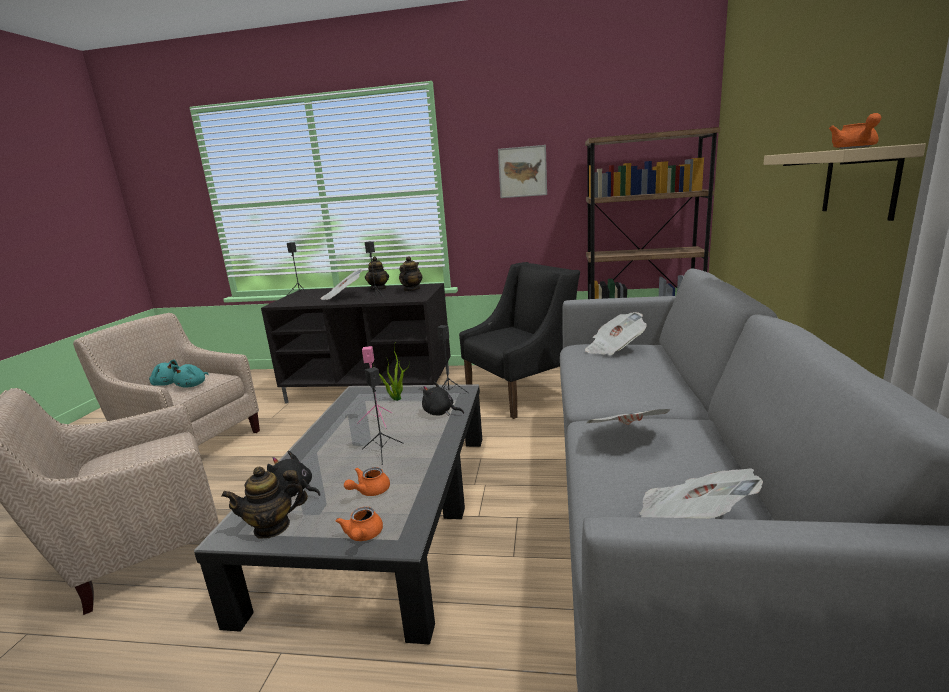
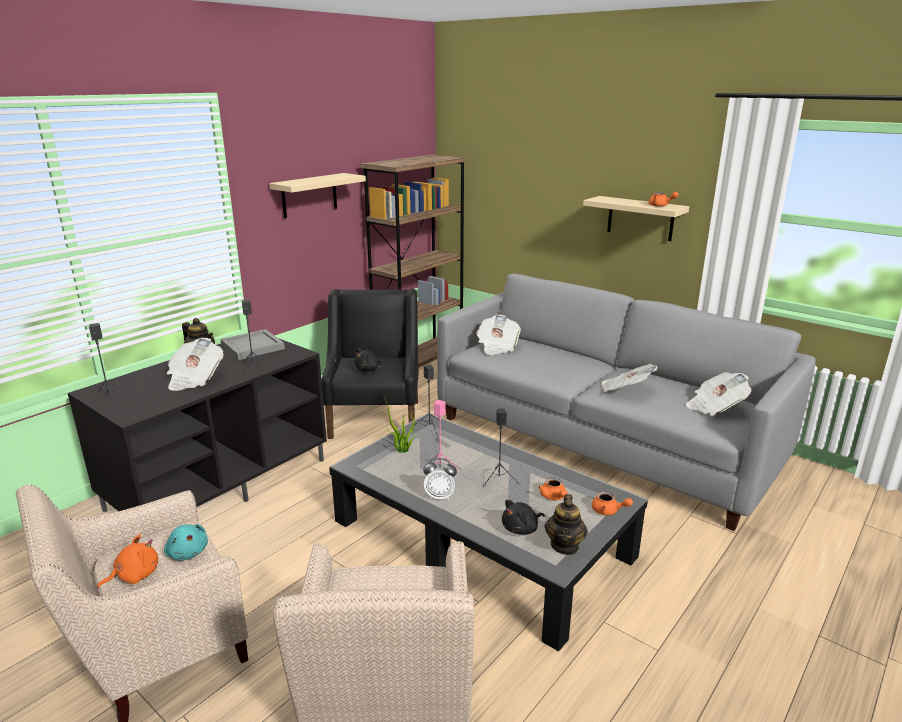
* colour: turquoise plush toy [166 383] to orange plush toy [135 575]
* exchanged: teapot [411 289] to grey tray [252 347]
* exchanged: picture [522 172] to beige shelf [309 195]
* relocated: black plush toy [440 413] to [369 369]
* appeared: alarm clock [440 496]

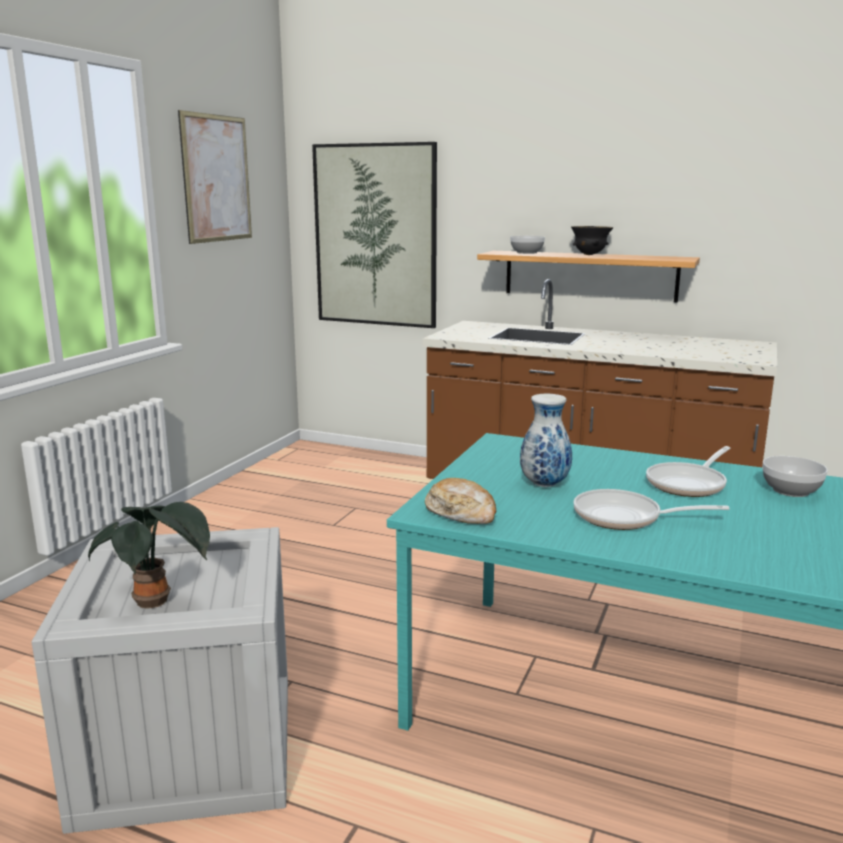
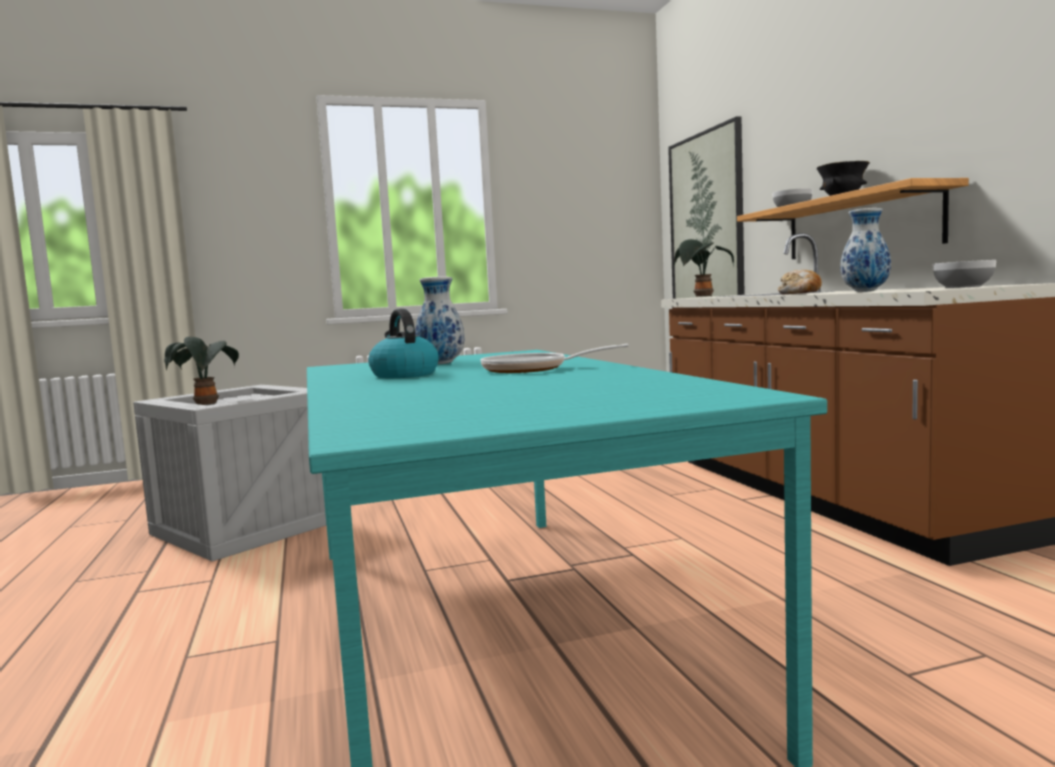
* exchanged: frying pan [625 517] to kettle [404 375]
* appeared: potted plant [702 297]
* relocated: bread [461 513] to [800 293]
* appeared: vase [865 291]
* relocated: bowl [790 491] to [962 287]
* missing: picture [217 178]

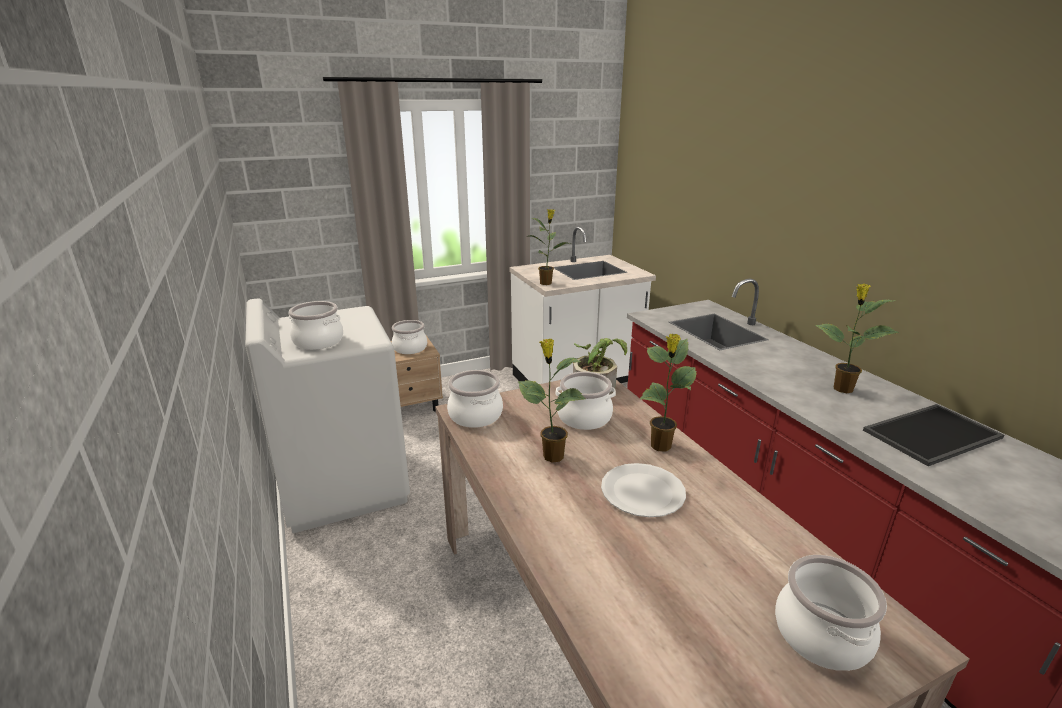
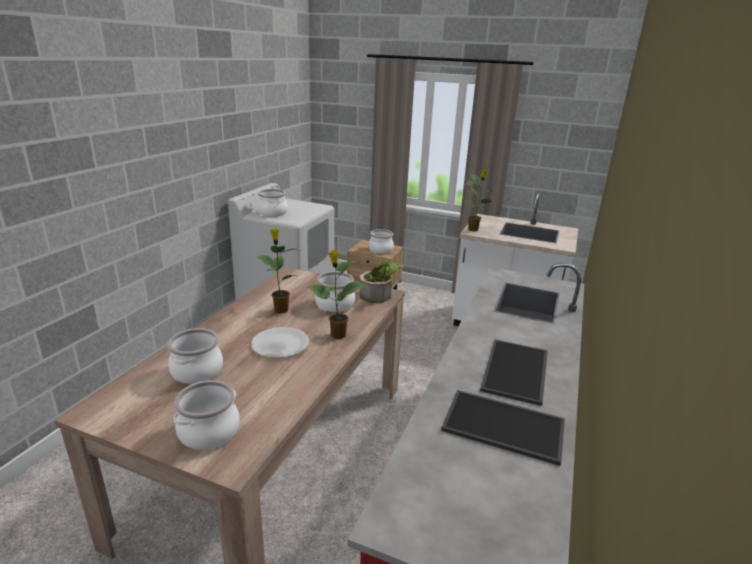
* relocated: cooking pot [476 415] to [197 371]
* exchanged: potted plant [841 389] to tray [517 371]

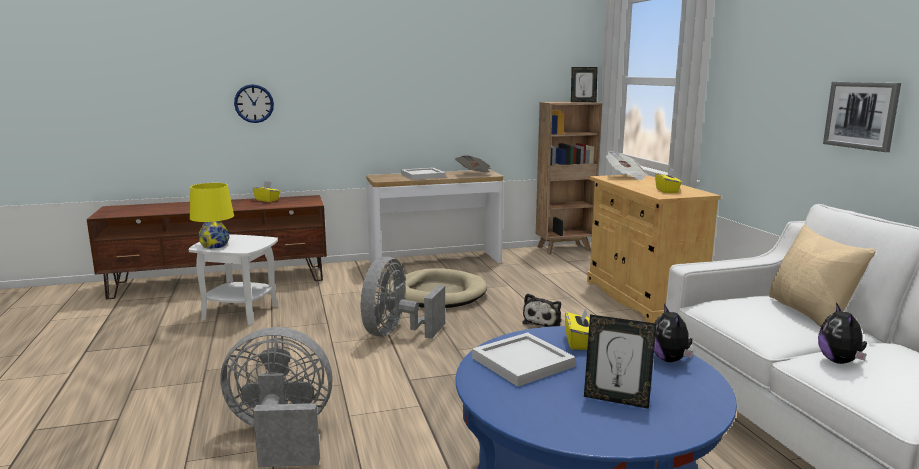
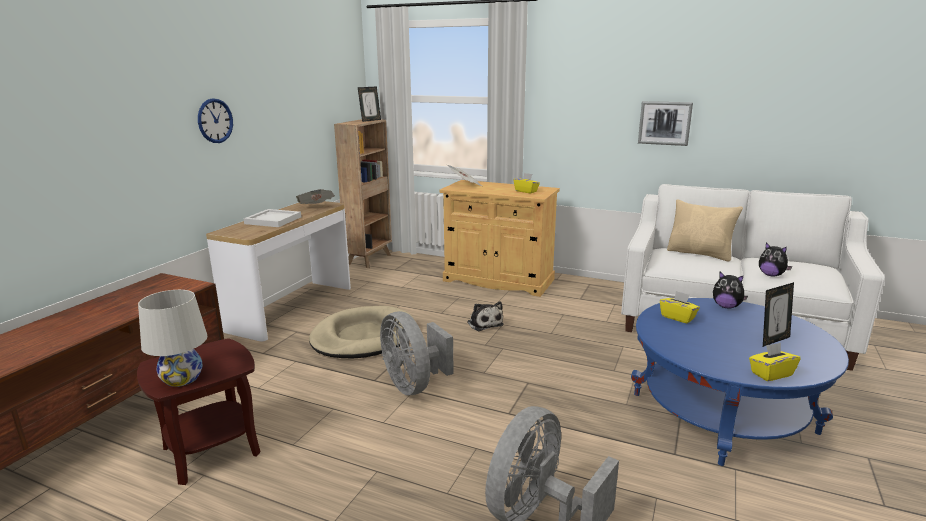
* colour: white side table [241 312] to brown side table [211 450]
* colour: yellow table lamp [214 245] to white table lamp [182 378]
* relocated: wall clock [254 103] to [215 121]
* relocated: yellow tissue box [267 200] to [771 374]
* missing: white tray [523 361]

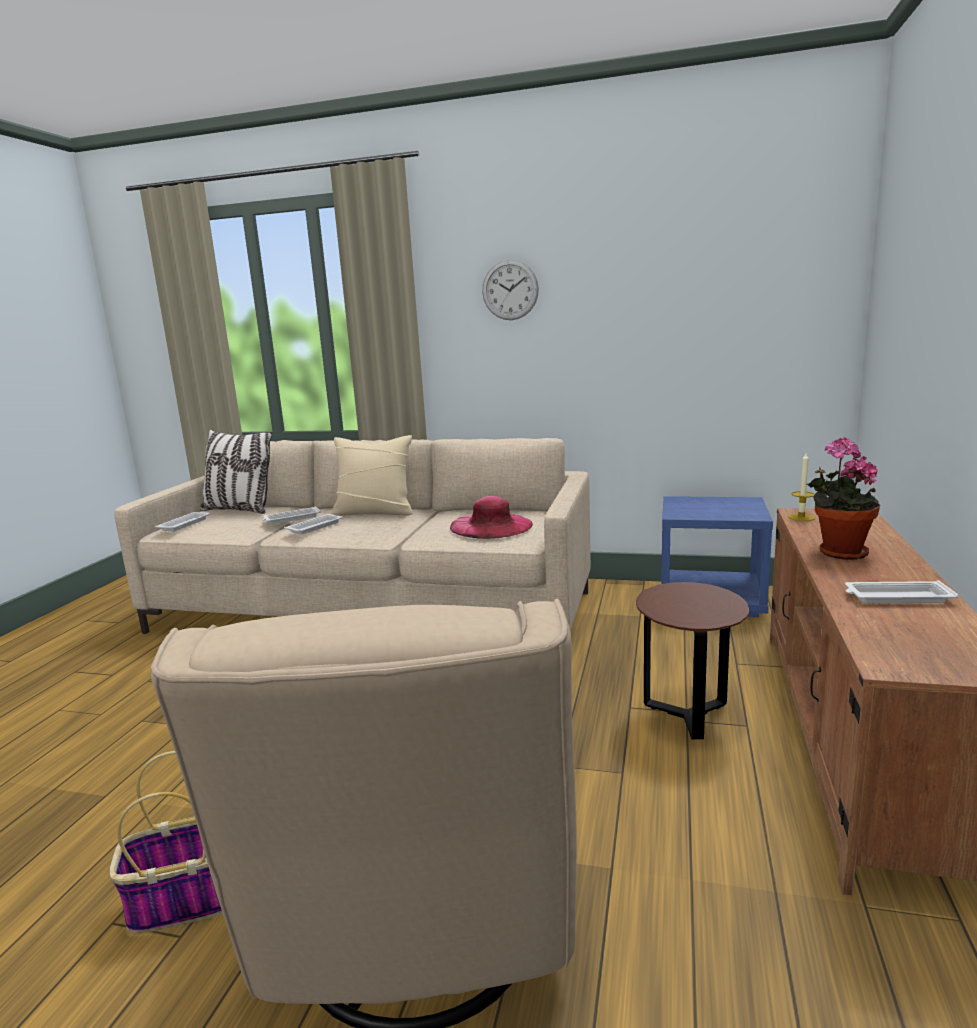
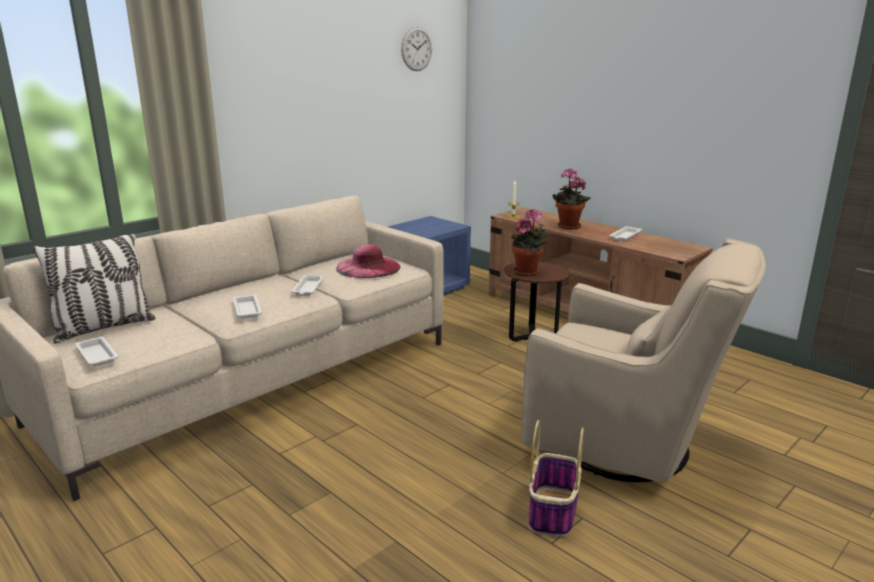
* relocated: white tray [291 519] to [308 288]
* relocated: wall clock [510 290] to [416 49]
* appeared: potted plant [528 272]
* missing: beige pillow [375 512]

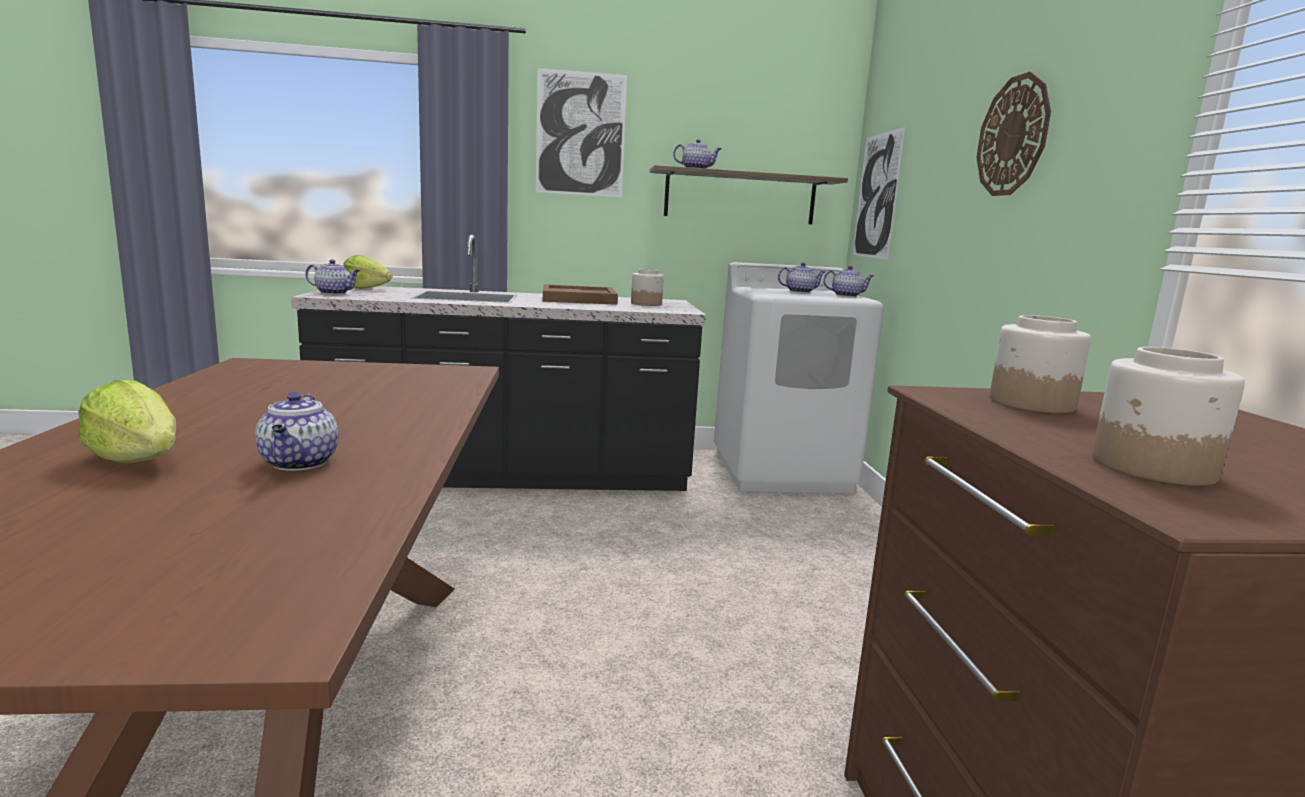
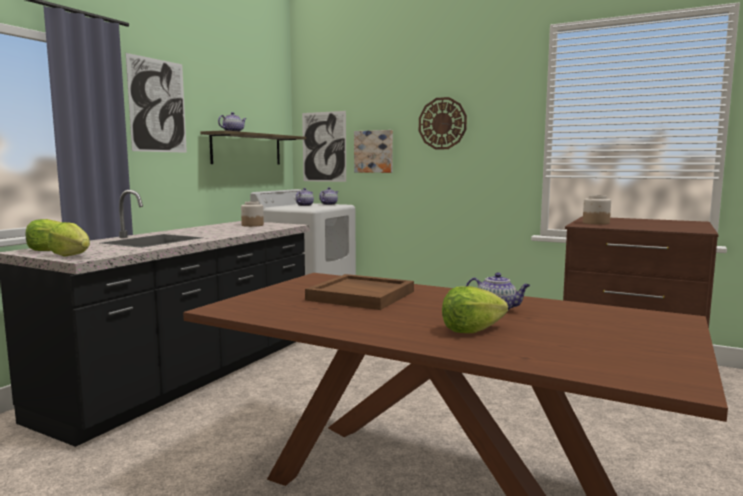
* exchanged: teapot [334 293] to lettuce [72 255]
* relocated: brown tray [579 299] to [362 295]
* appeared: picture [374 151]
* missing: jar [1153 468]

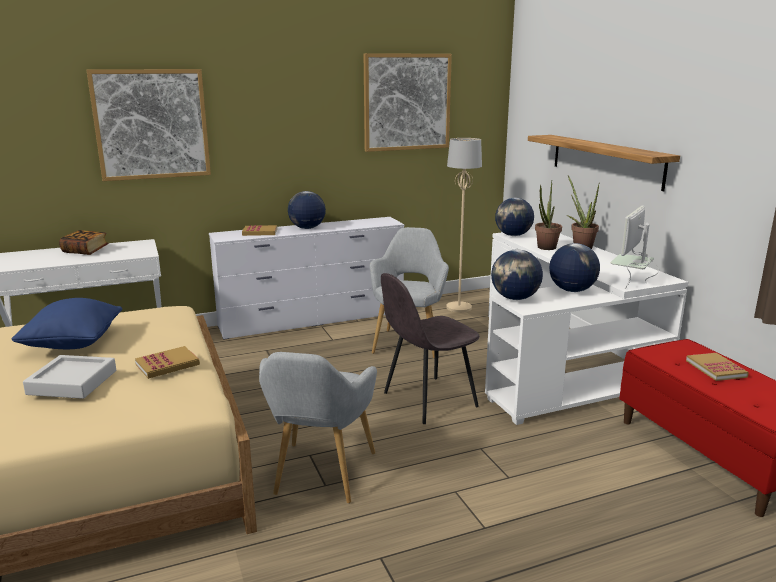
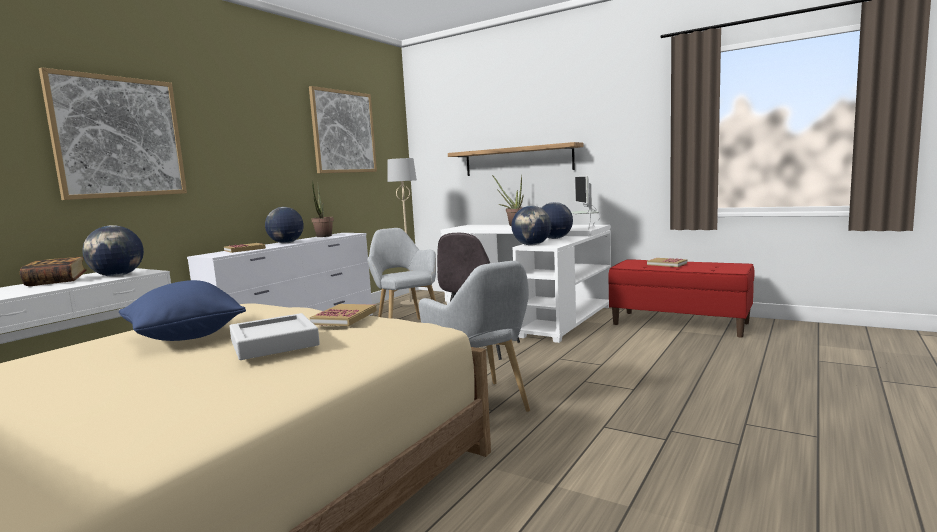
* relocated: globe [513 235] to [118 276]
* relocated: potted plant [545 248] to [323 236]

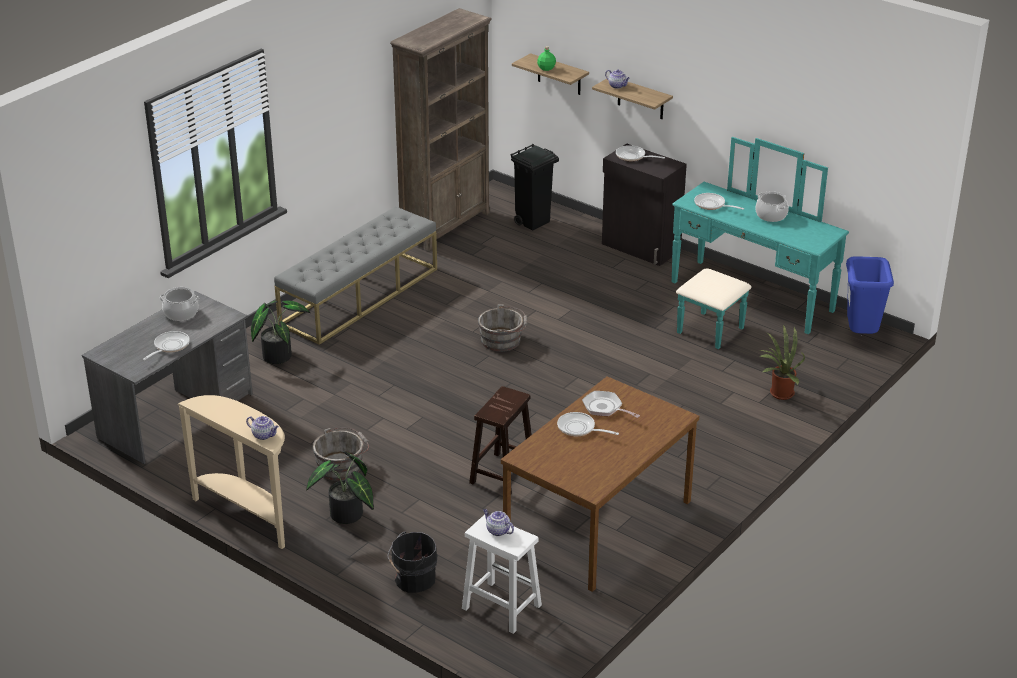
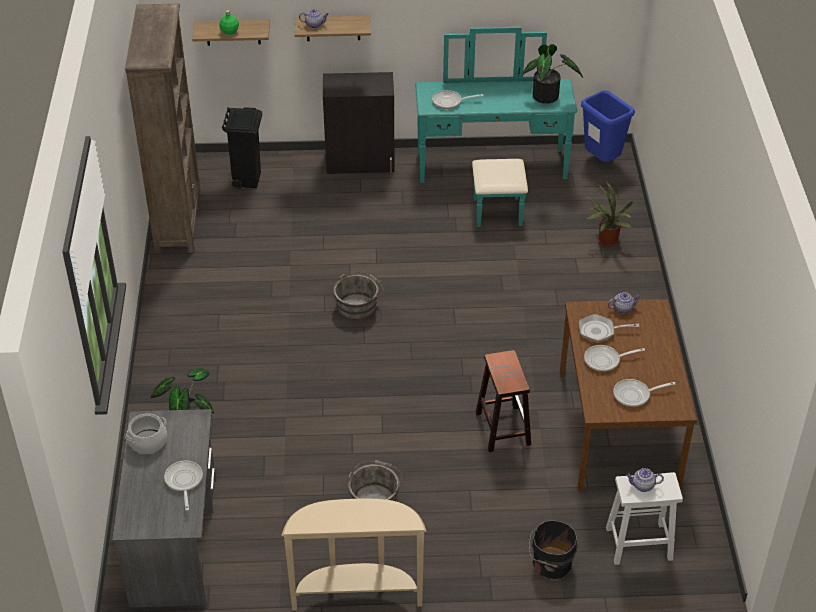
* relocated: potted plant [347 517] to [548 97]
* relocated: teapot [264 435] to [623 308]
* relocated: frying pan [633 157] to [634 395]
* missing: grey bench [359 296]
* missing: cooking pot [771 215]

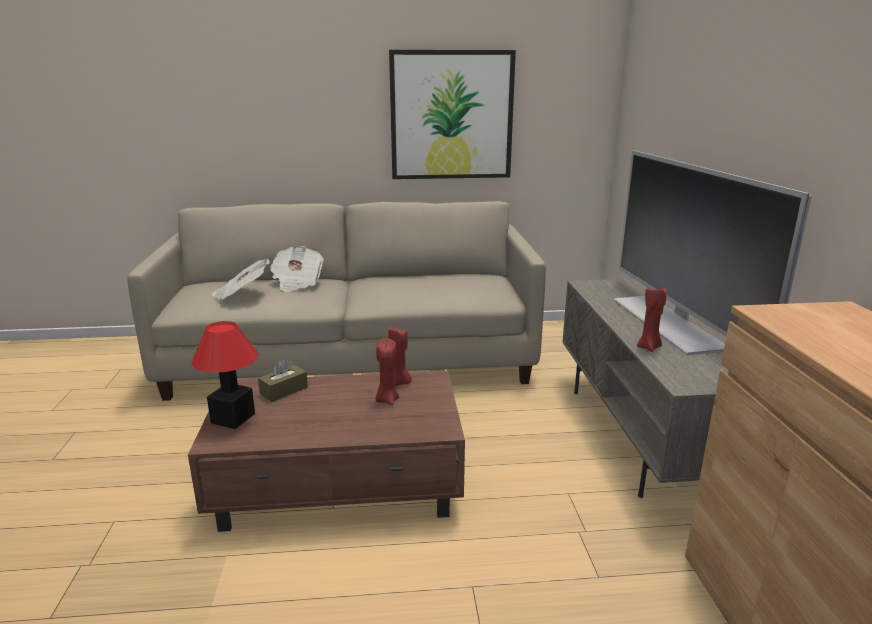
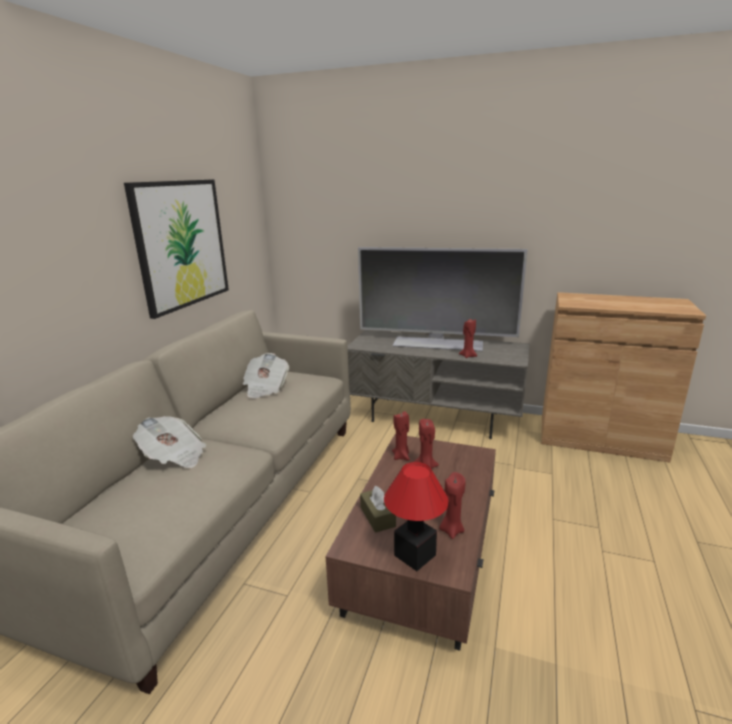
* relocated: newspaper [241 294] to [265 388]
* appeared: red candle [451 530]

